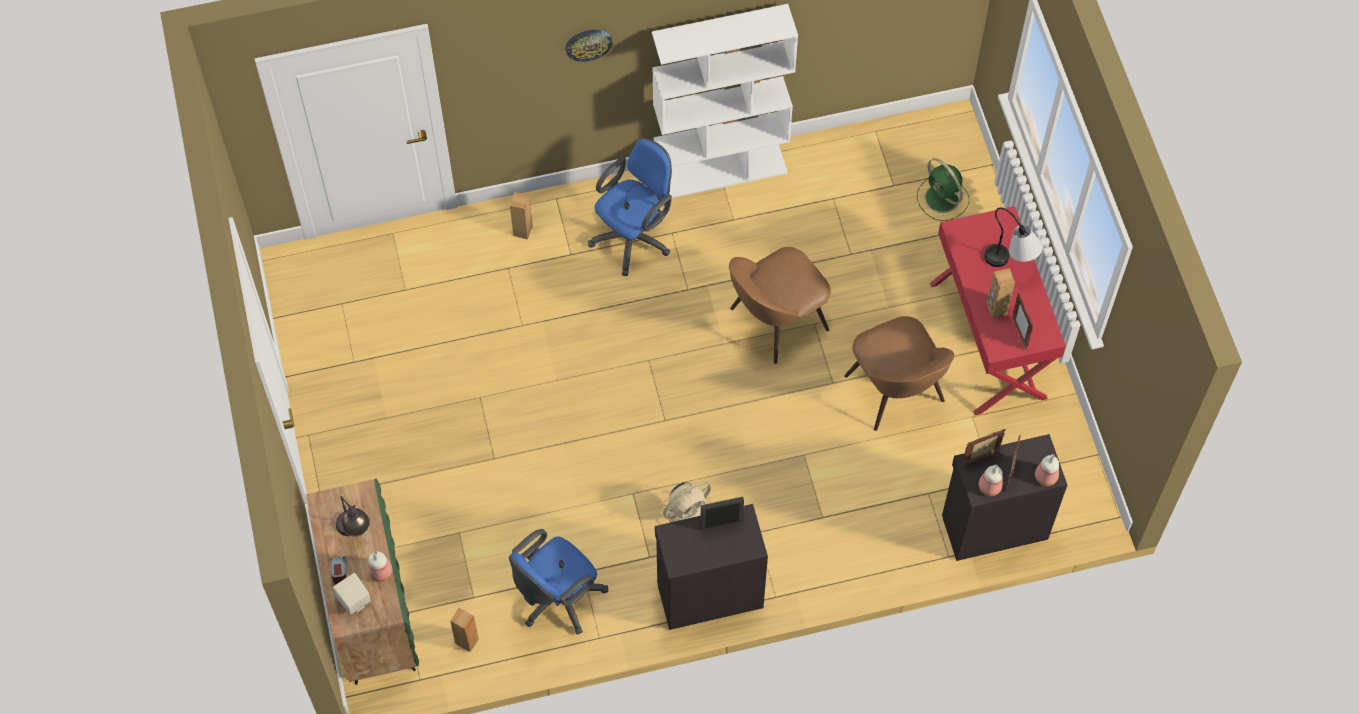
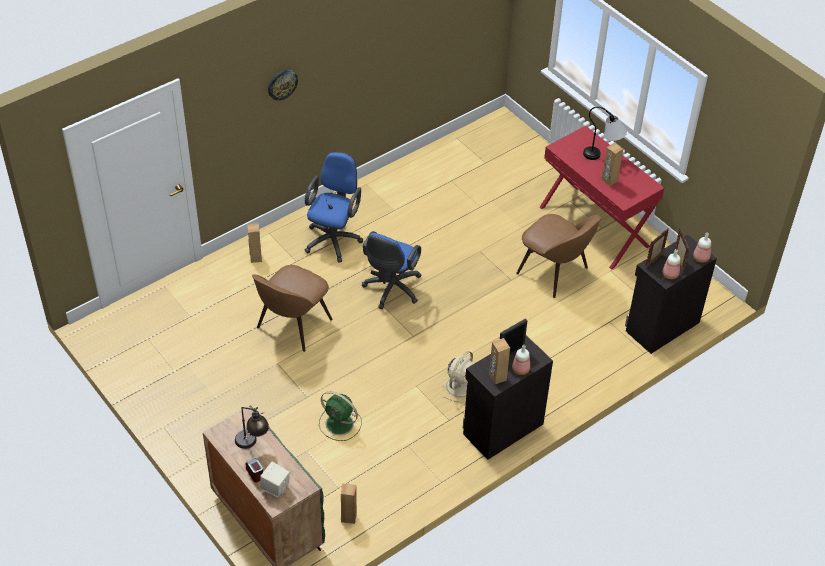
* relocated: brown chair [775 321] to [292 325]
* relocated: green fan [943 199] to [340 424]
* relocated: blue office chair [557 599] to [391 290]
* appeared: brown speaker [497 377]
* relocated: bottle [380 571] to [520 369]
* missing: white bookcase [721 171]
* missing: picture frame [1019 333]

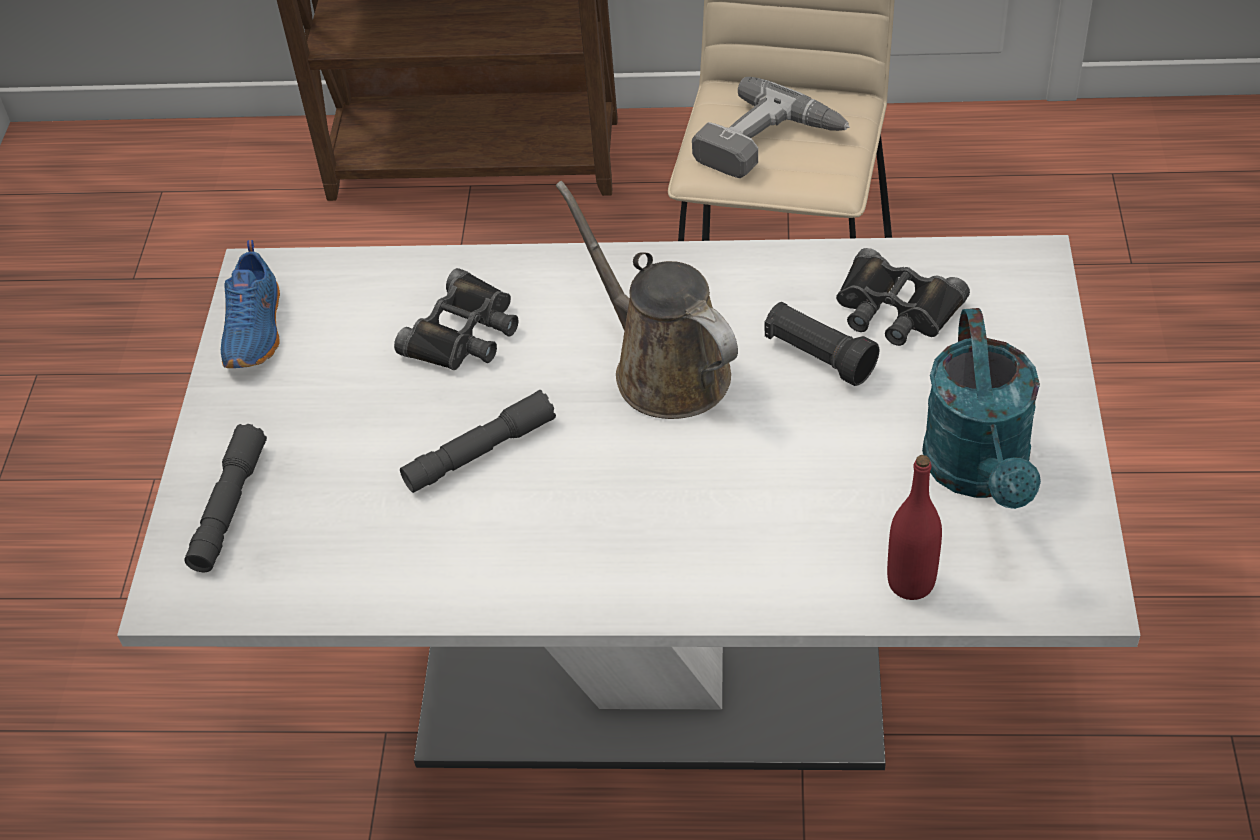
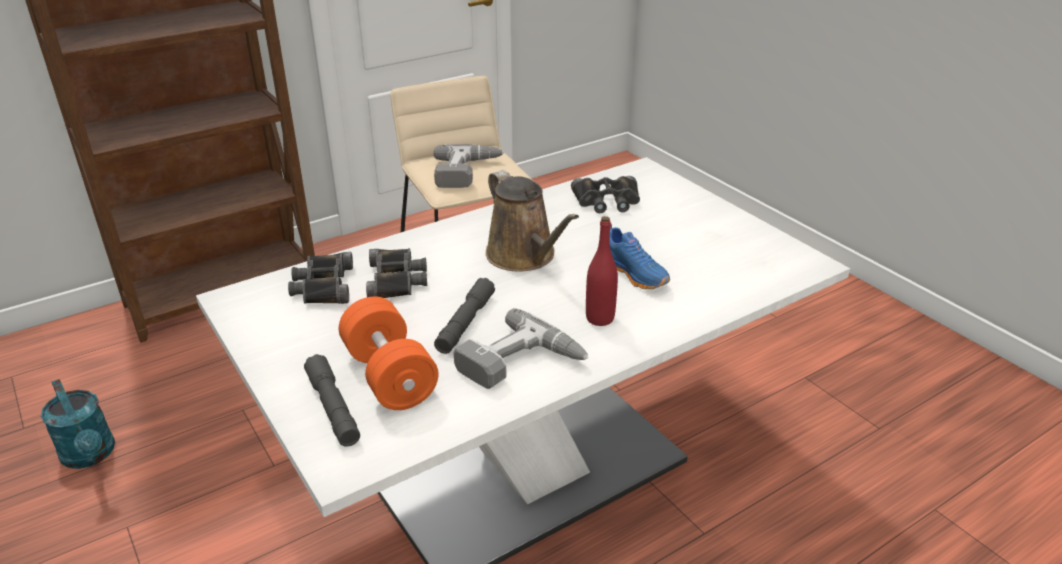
* relocated: turquoise watering can [980 473] to [91 455]
* appeared: black binoculars [323 286]
* appeared: orange dumbbell [389 376]
* appeared: power drill [521 364]
* spun: brown watering can [663 368] = [524 256] 135 degrees counterclockwise
* relocated: red bottle [911 582] to [600 318]
* relocated: blue shoe [256 330] to [635 273]
* missing: black flashlight [818 356]

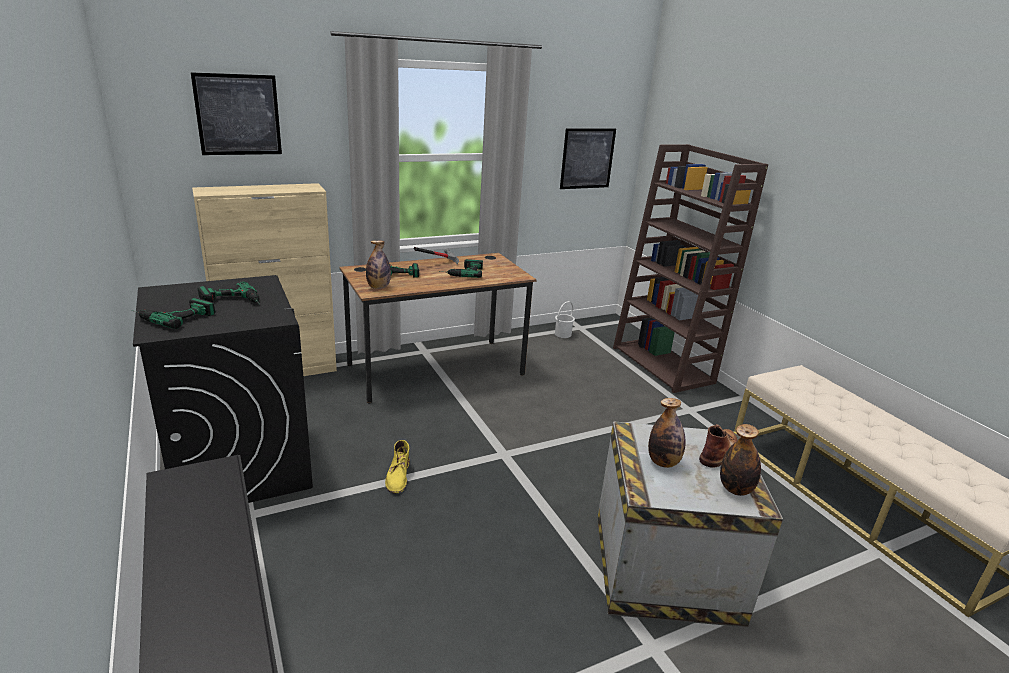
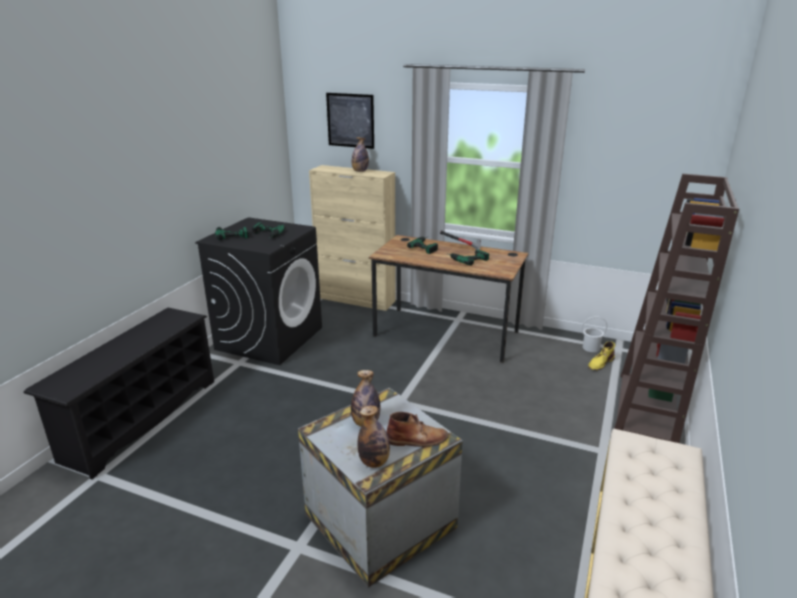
* relocated: bottle [378 287] to [360 171]
* relocated: yellow boot [398 476] to [600 363]
* missing: picture [587 158]

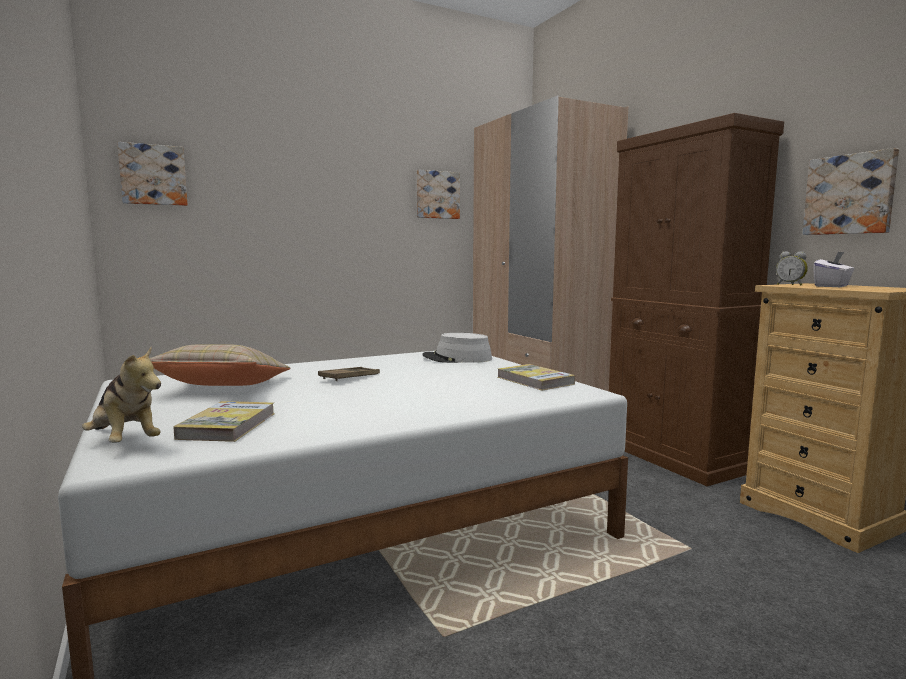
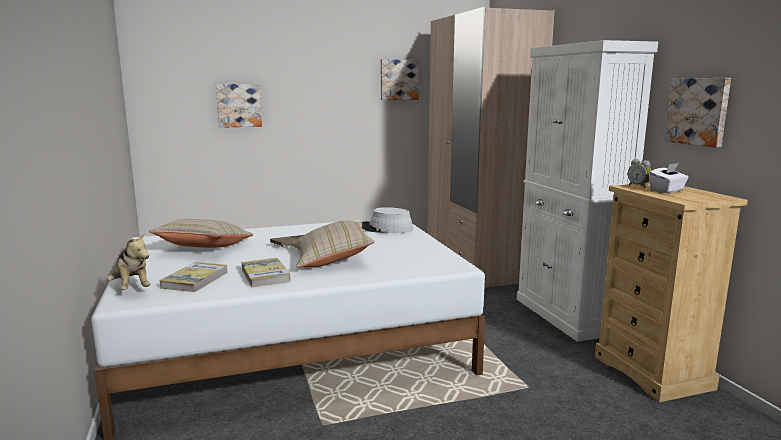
* relocated: picture [153 175] to [239 105]
* relocated: book [535 380] to [265 275]
* appeared: beige pillow [331 259]
* colour: brown cabinet [673 457] to white cabinet [567 315]

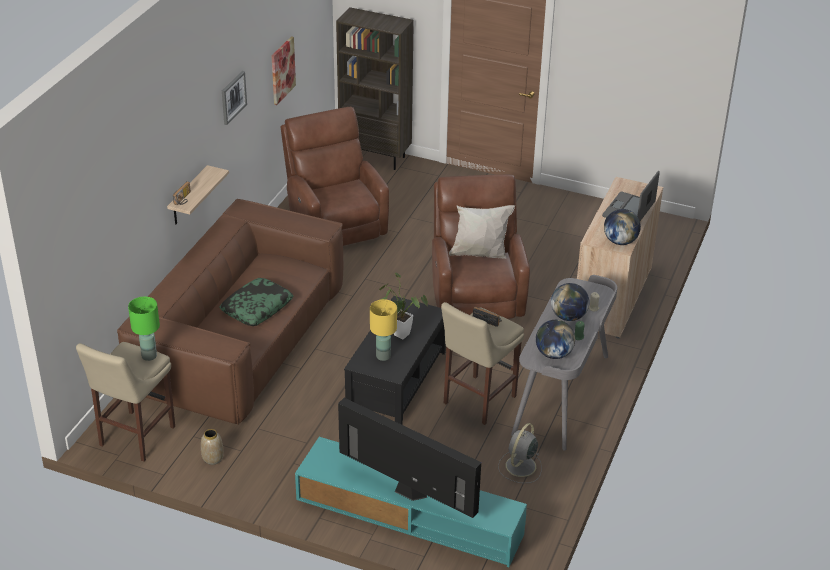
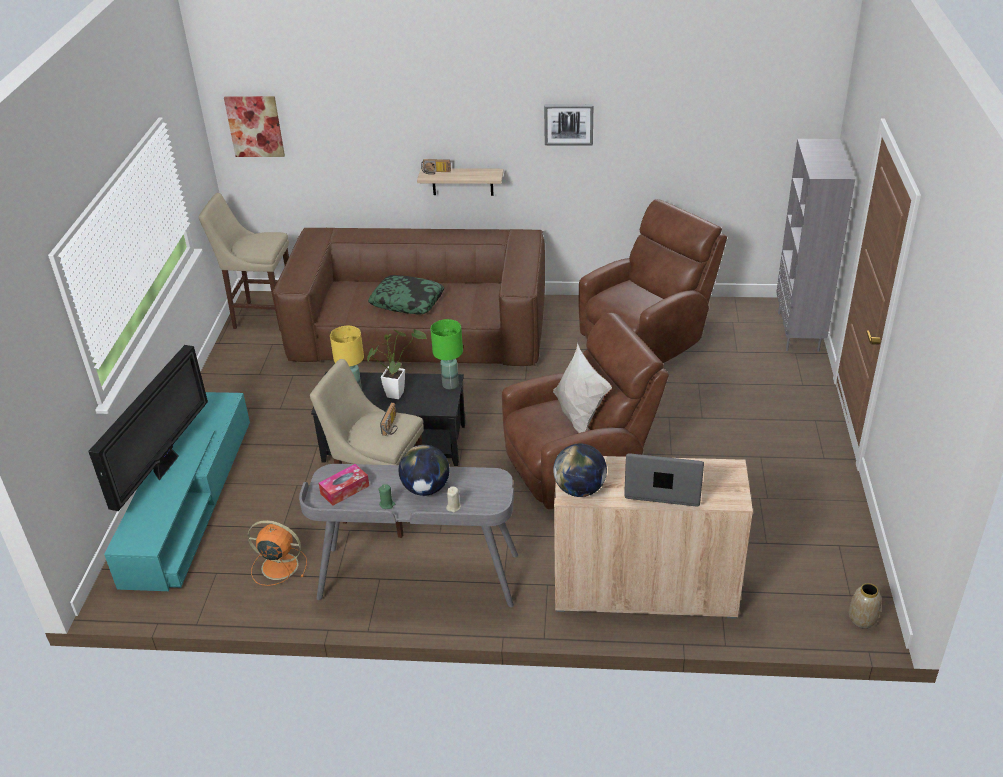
* relocated: picture [282 70] to [255 126]
* colour: grey fan [520 467] to orange fan [278 566]
* exchanged: globe [553 354] to tissue box [345 490]
* relocated: green table lamp [149 356] to [450 385]
* colour: brown bookcase [376 157] to grey bookcase [799 332]
* relocated: vase [212 458] to [861 619]

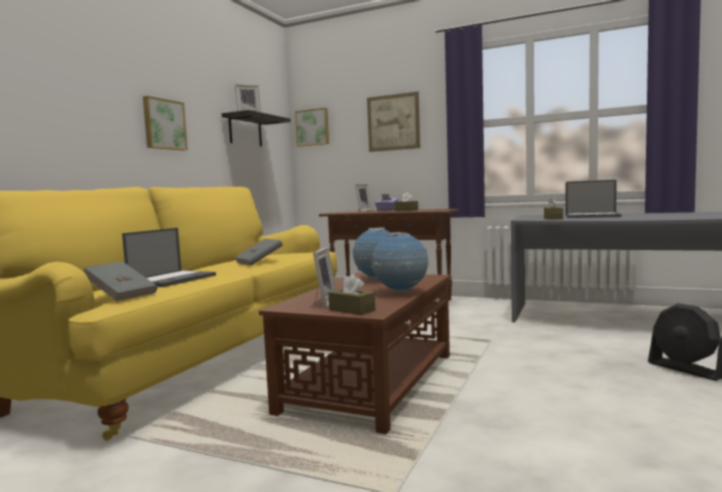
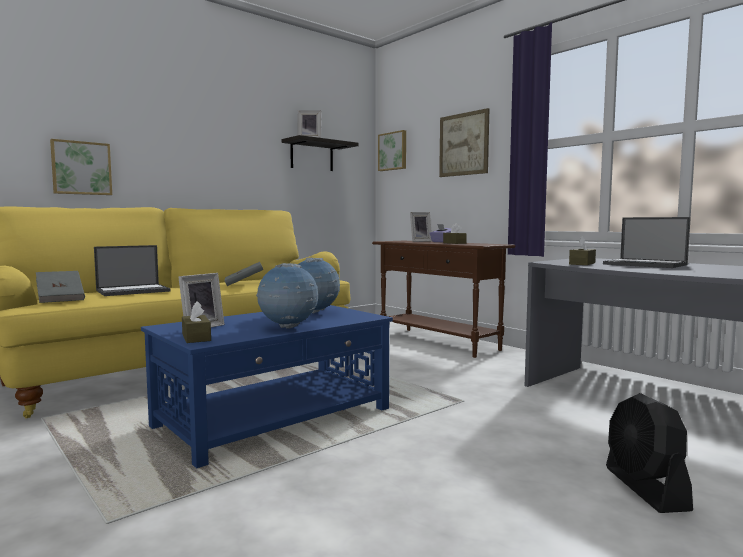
* relocated: picture [163 124] to [81 168]
* colour: brown coffee table [372 382] to blue coffee table [275 418]

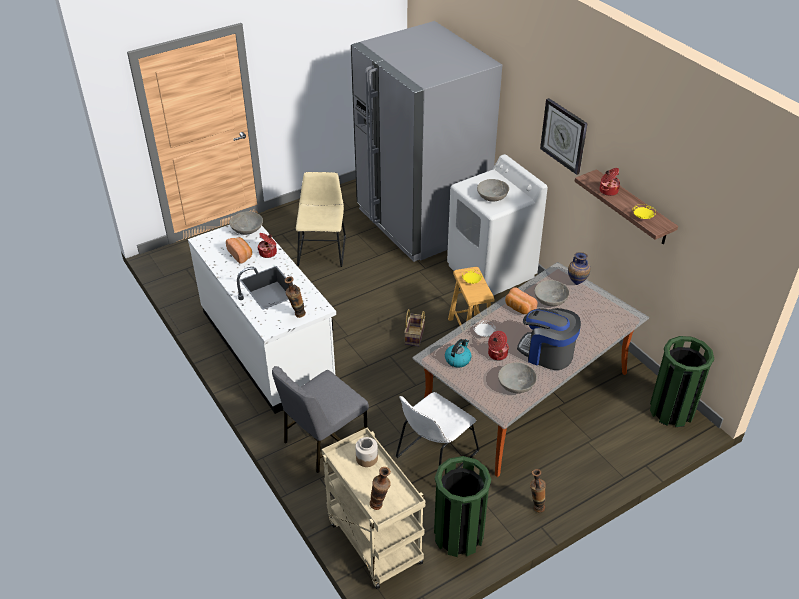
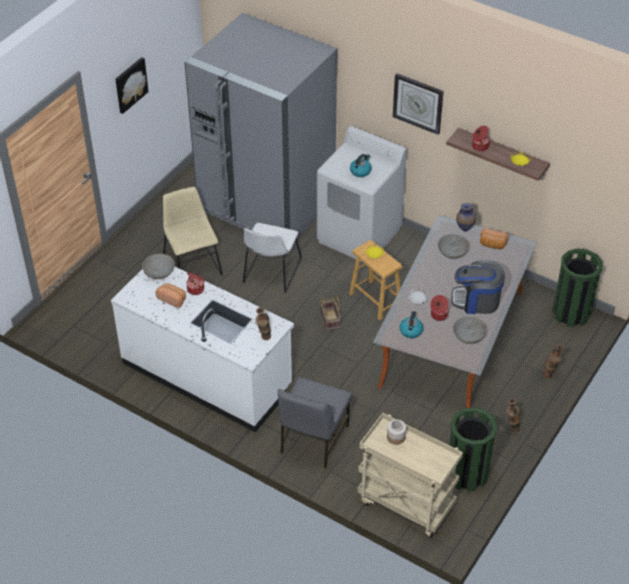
* appeared: picture [130 84]
* relocated: white chair [434 456] to [271 273]
* exchanged: grey bowl [492 196] to kettle [360 171]
* relocated: bread [519 308] to [492 245]
* relocated: vase [380 506] to [550 375]

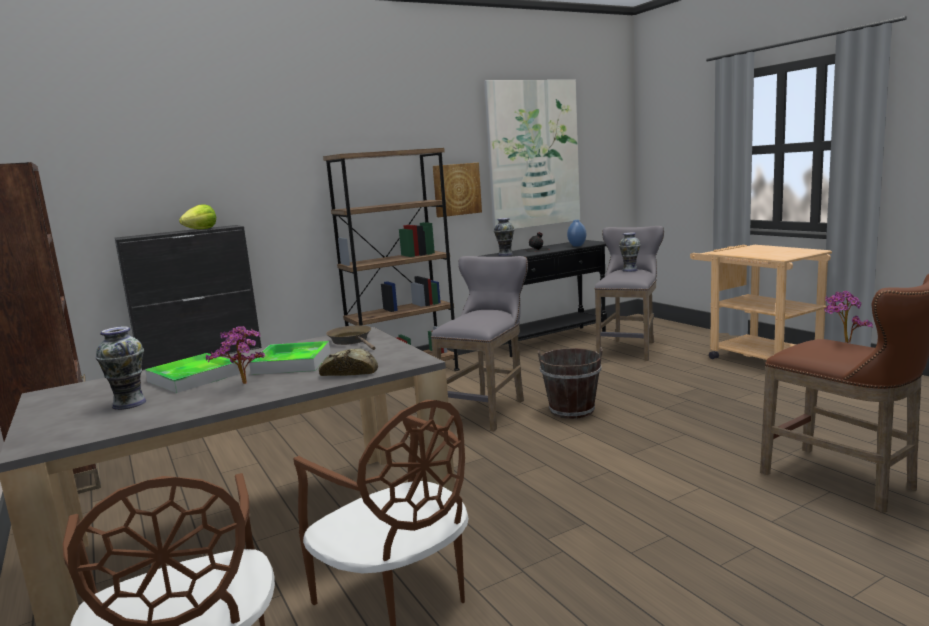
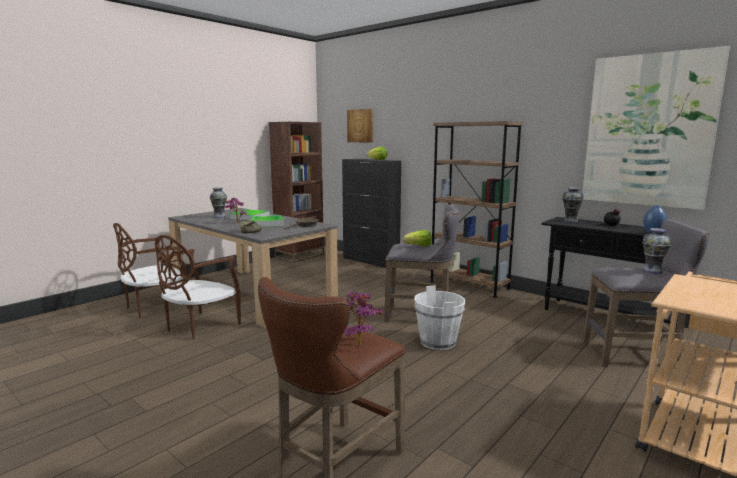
* relocated: picture [456 189] to [360 126]
* appeared: lettuce [419 246]
* colour: brown bucket [572 410] to white bucket [438 342]

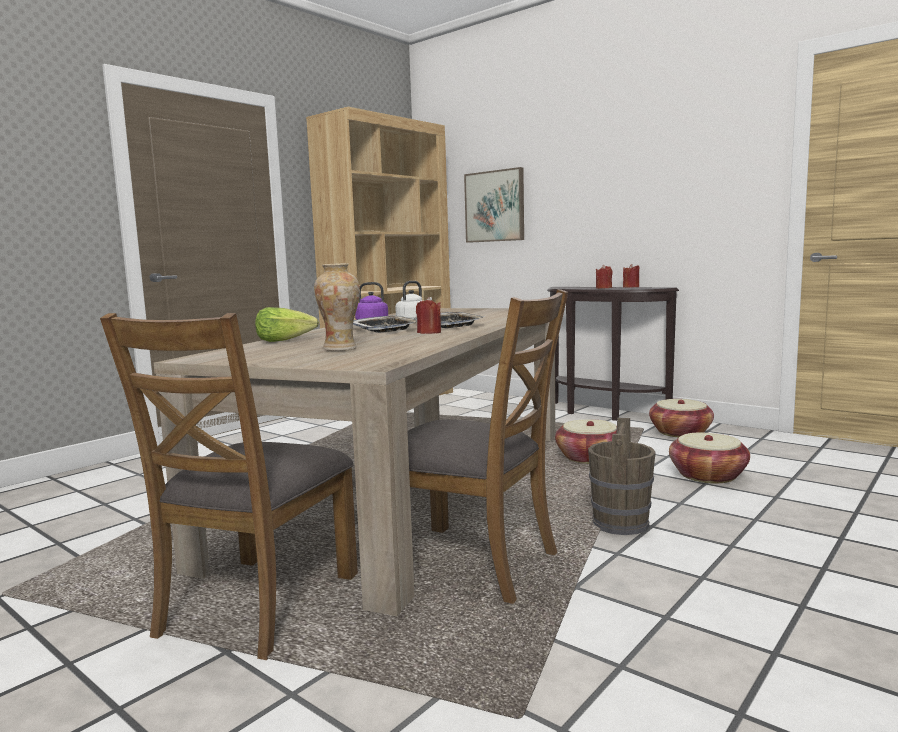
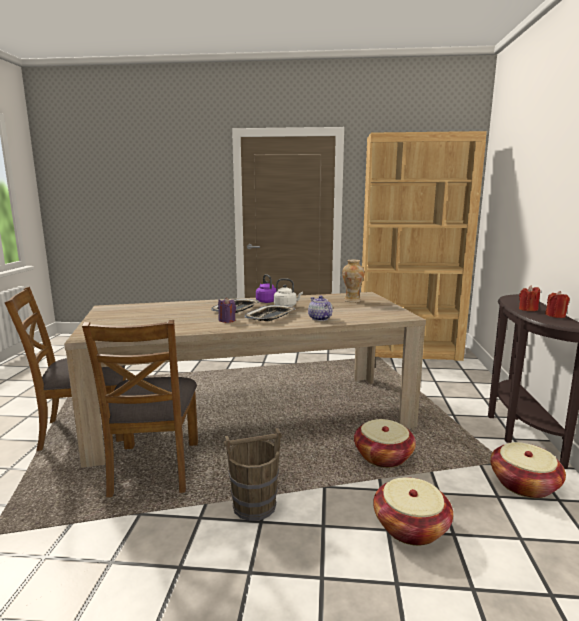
* colour: red candle [429 332] to purple candle [227 320]
* appeared: teapot [320 318]
* relocated: vase [340 348] to [352 300]
* missing: lettuce [285 340]
* missing: picture [495 206]

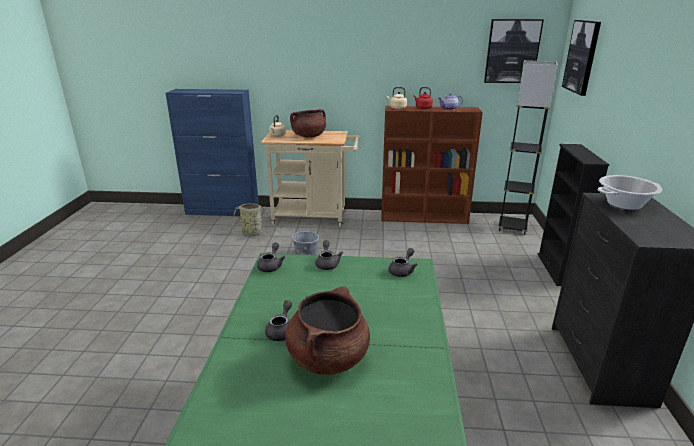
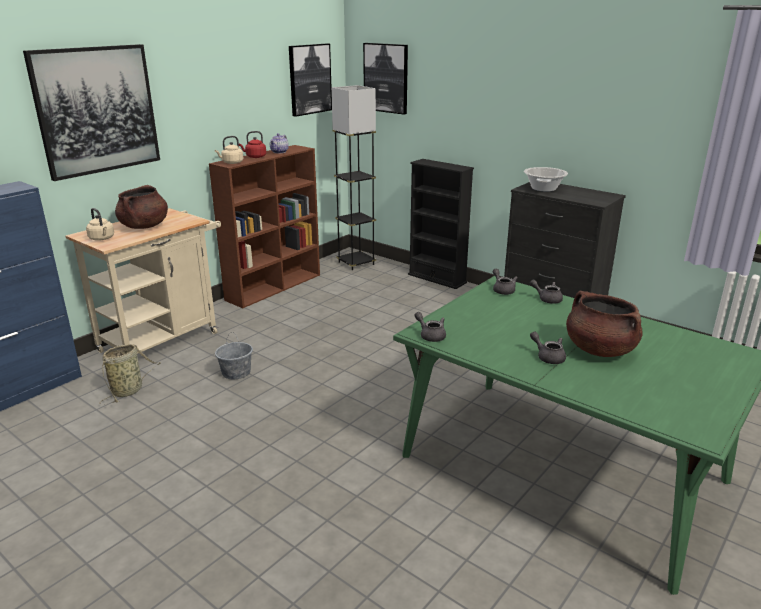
* appeared: picture [97 110]
* relocated: grey teapot [327 263] to [547 299]

